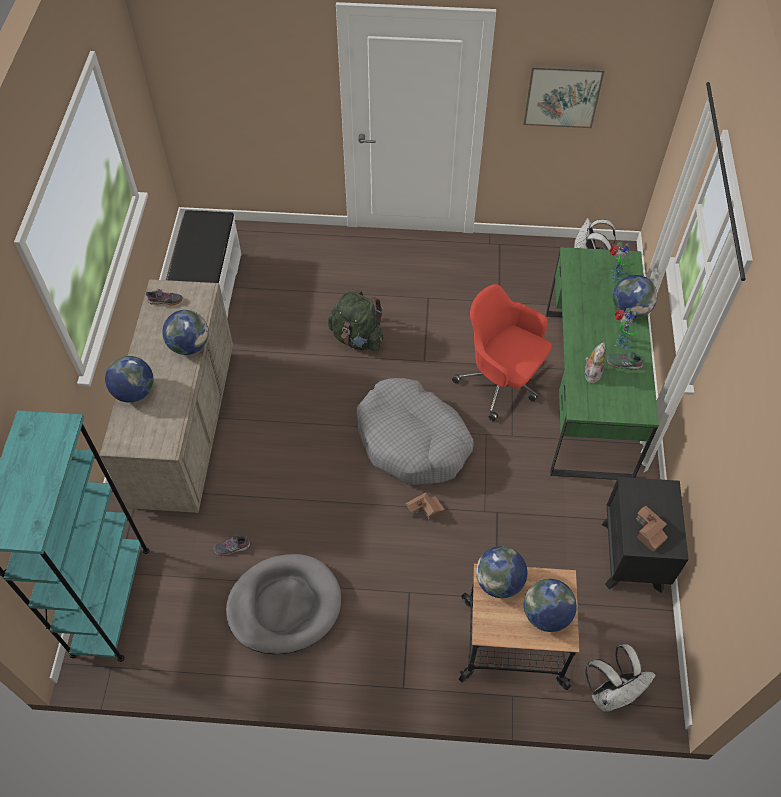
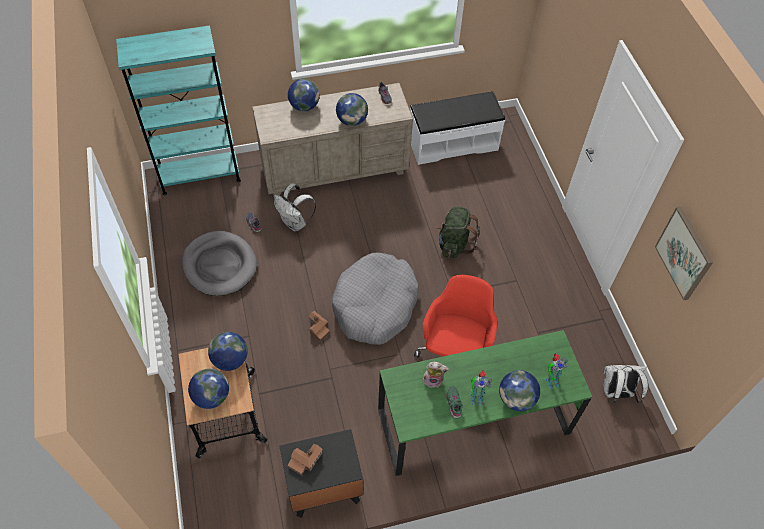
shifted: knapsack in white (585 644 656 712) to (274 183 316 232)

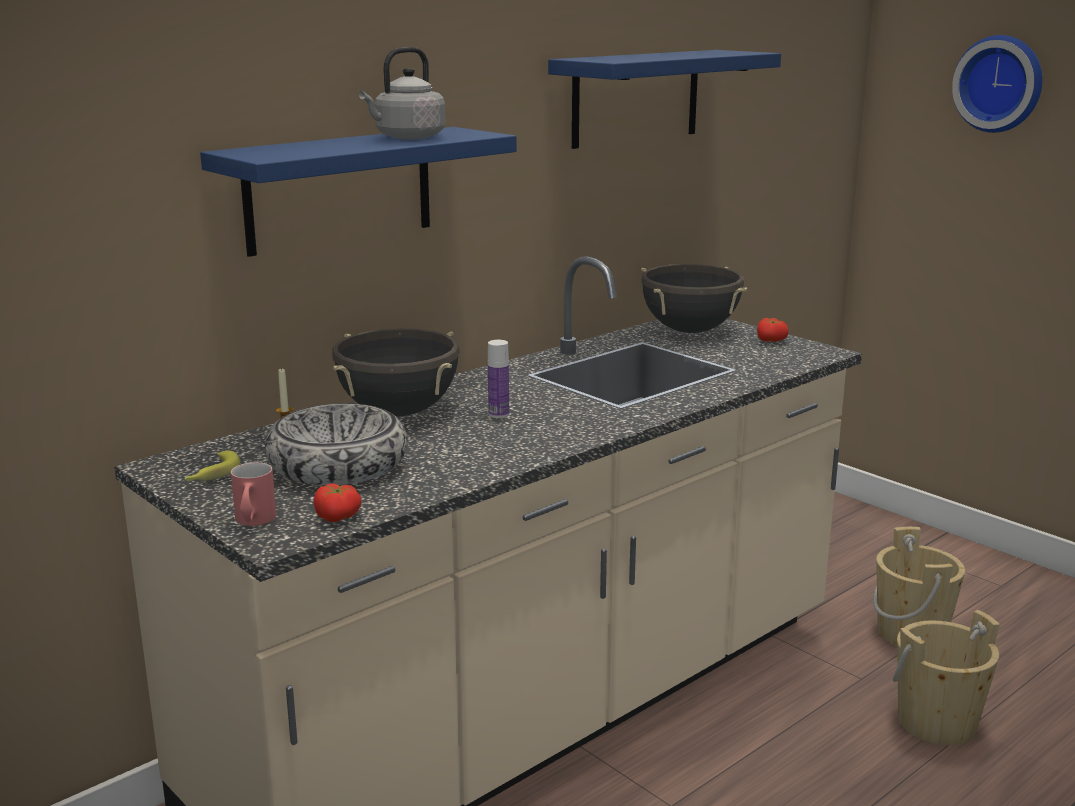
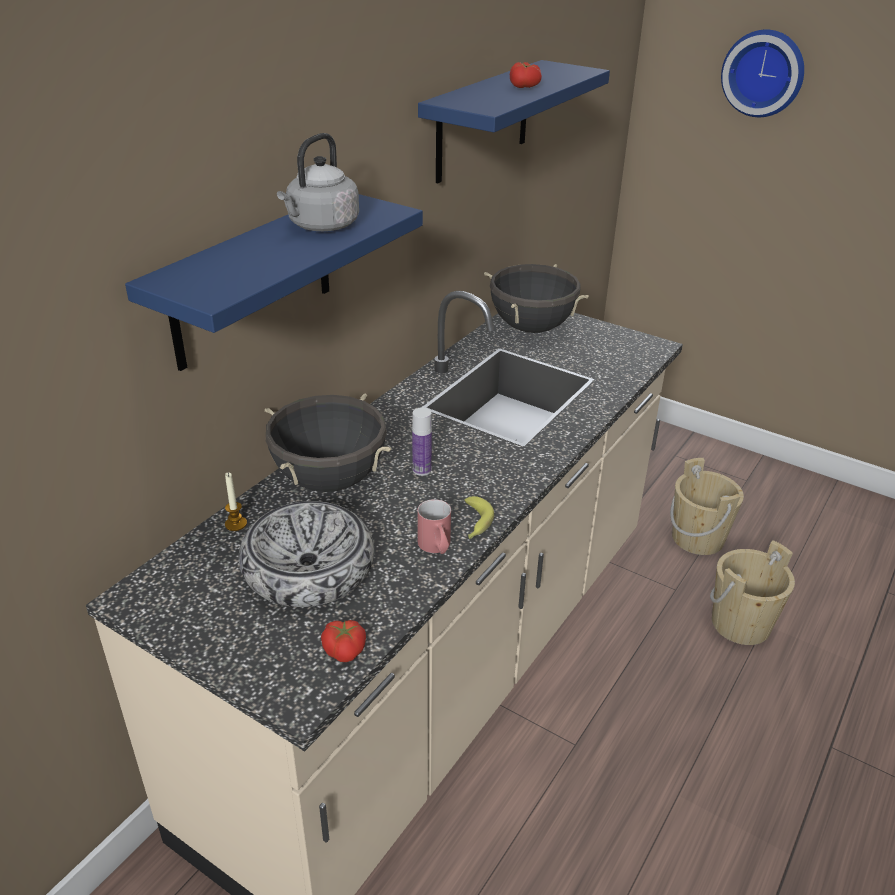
shifted: tomato (757 318 788 342) to (510 62 542 88); whole banana (184 451 241 481) to (464 496 494 539); coffee mug in reddish (231 462 276 526) to (417 499 451 554)

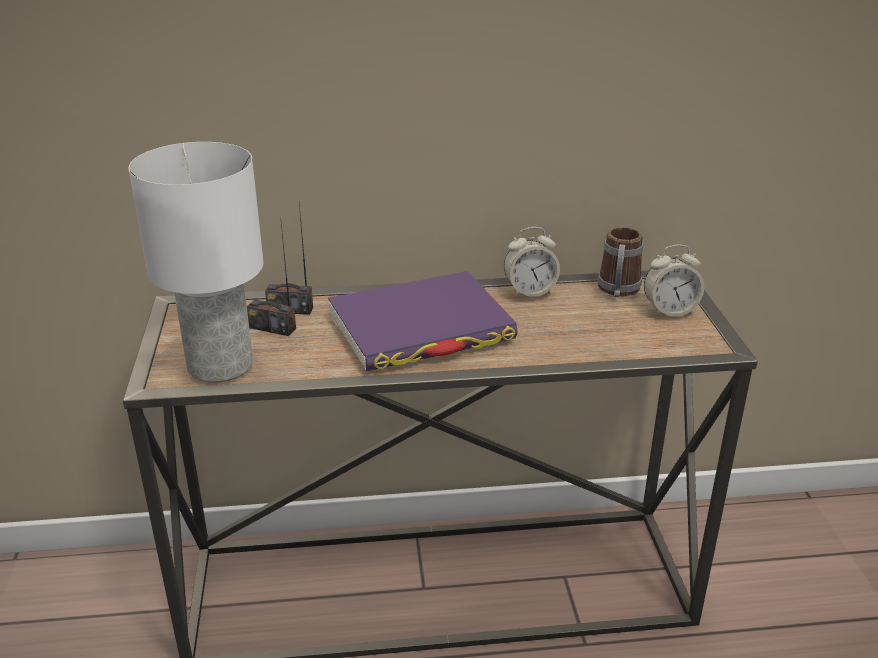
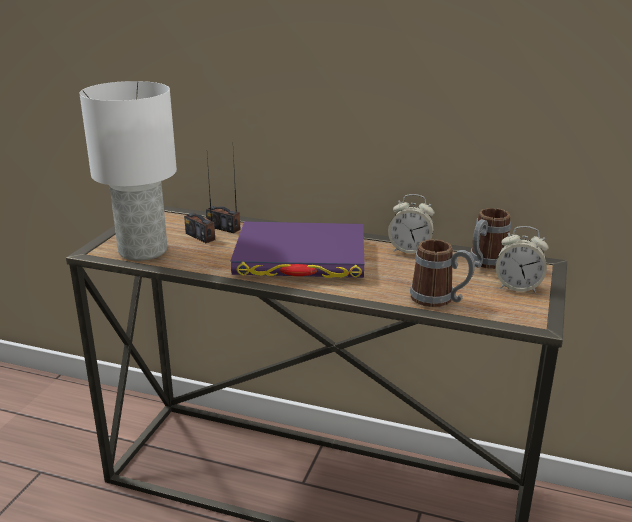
new: coffee mug (410 239 475 307)

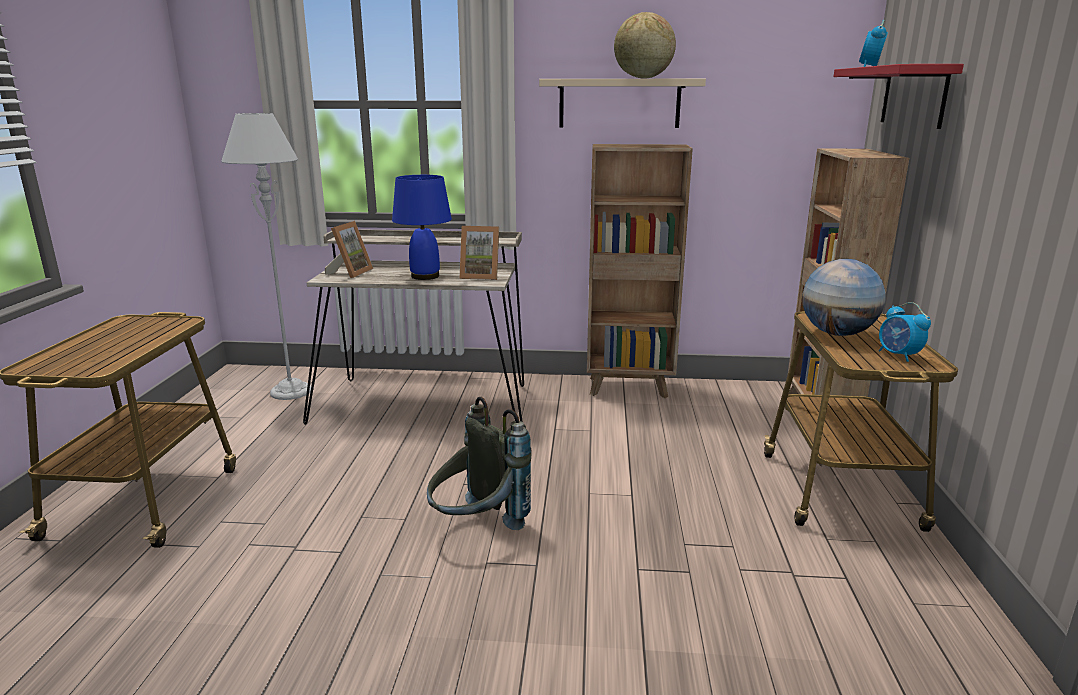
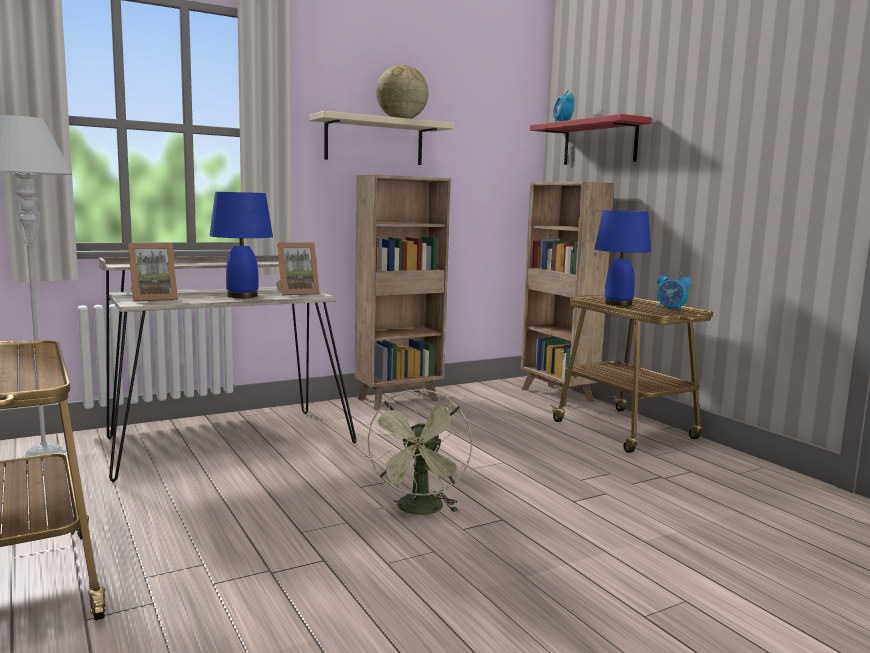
swapped: globe (802 259 886 336) to tabletop lamp in blue (595 210 651 306); knapsack in greyish (427 397 531 530) to cooling fan in green (366 389 472 515)
rotated: picture frame (325 221 373 278) = (128 243 178 302) 75 degrees clockwise

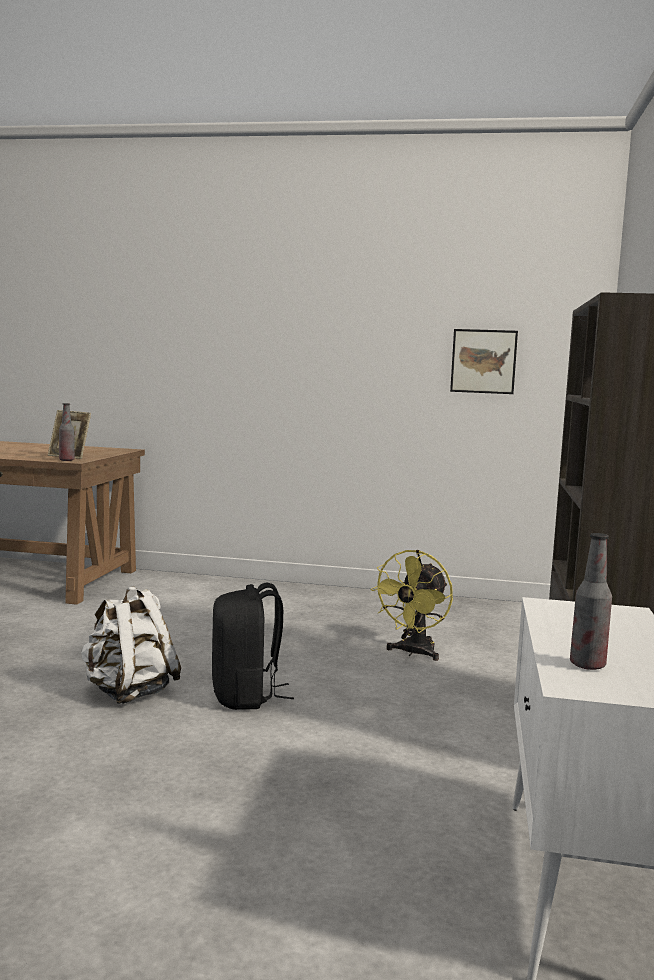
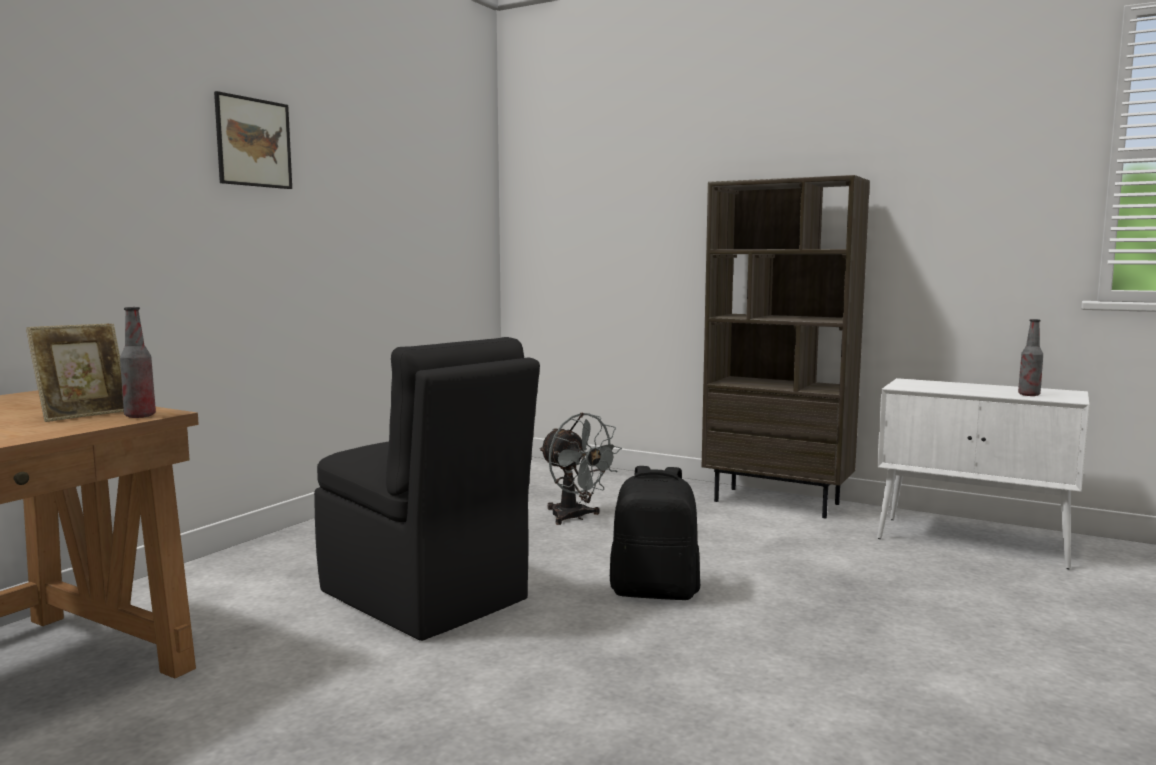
gone: knapsack in white (81 587 181 704)
new: upright chair in black (314 337 540 641)
shifted: wall picture (450 329 518 394) to (214 91 292 189)
repainted: cooling fan in yellowish (370 550 453 661) to cooling fan in greyish (539 413 622 525)

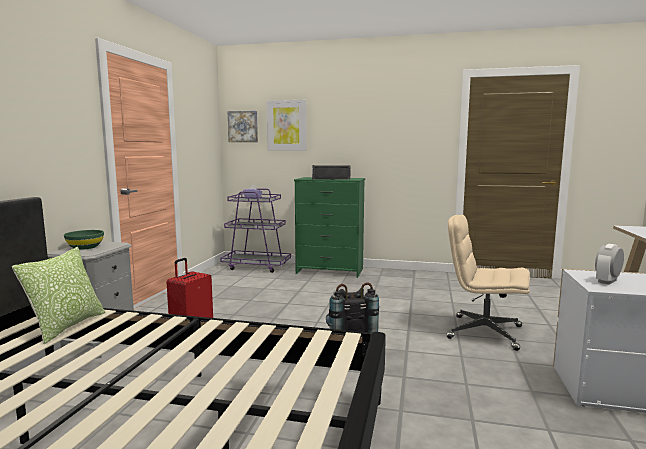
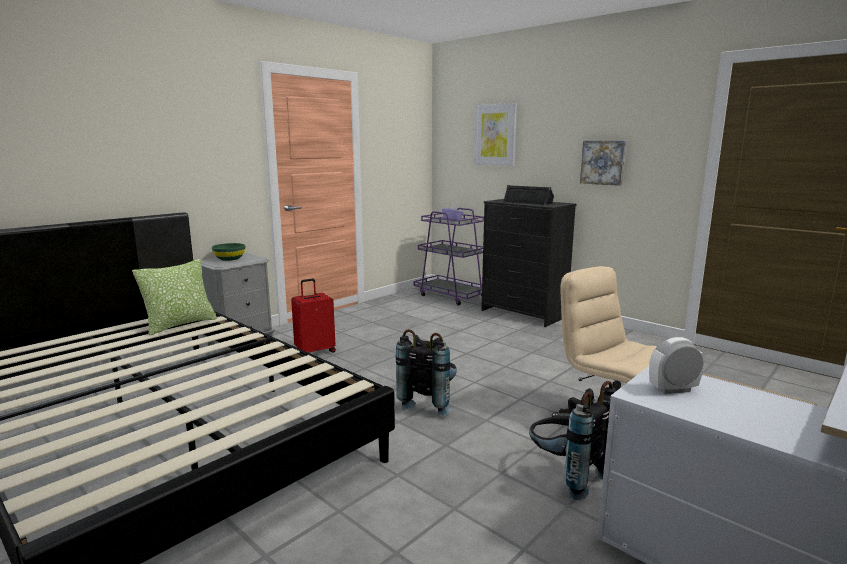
new: knapsack in black (529 381 616 500)
shifted: wall picture (228 111 258 142) to (580 141 626 186)
repainted: chest of drawers in green (294 177 365 278) to chest of drawers in black (481 199 577 327)

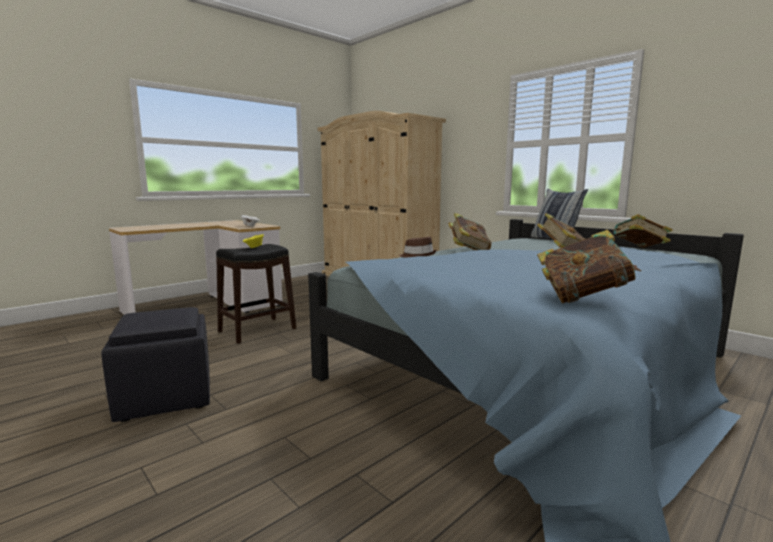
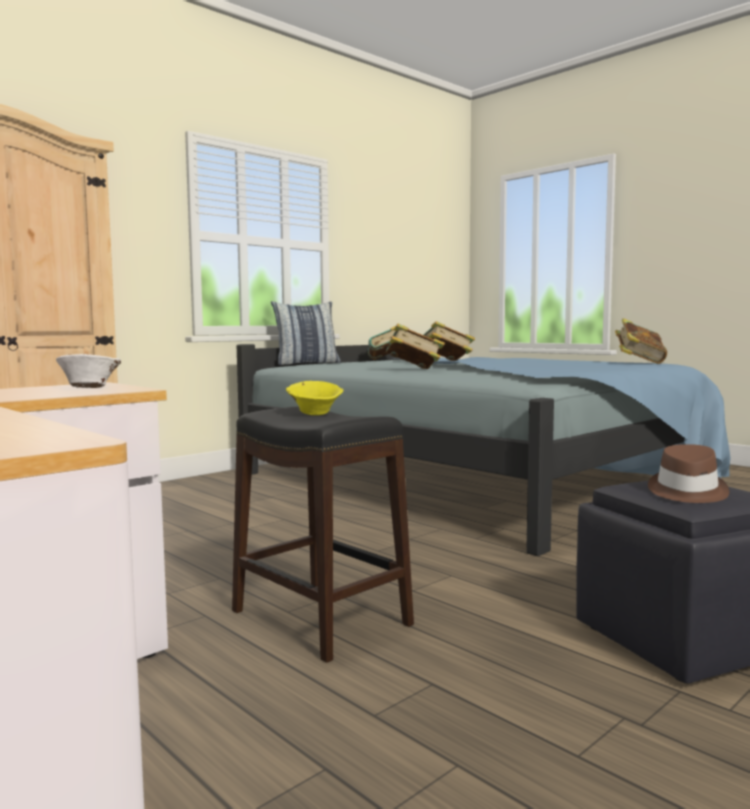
shifted: clothing hat in brownish (399 237 437 258) to (648 444 729 503)

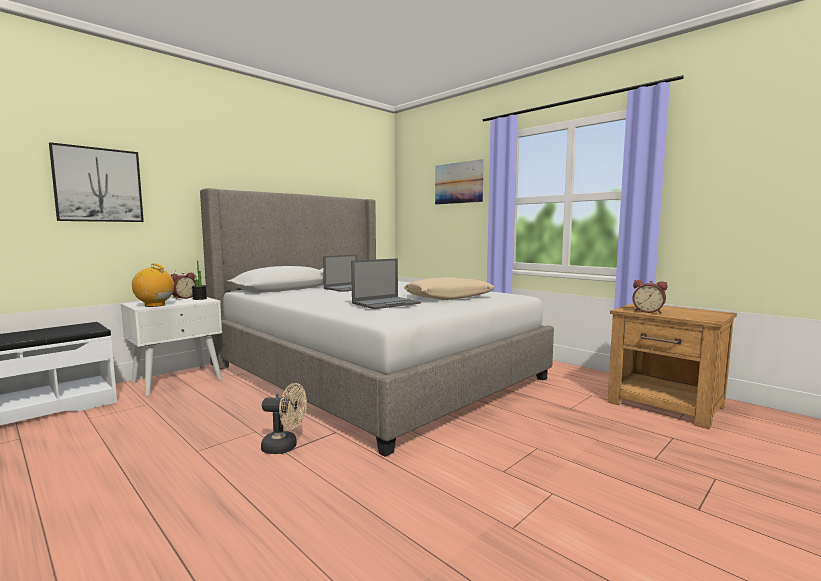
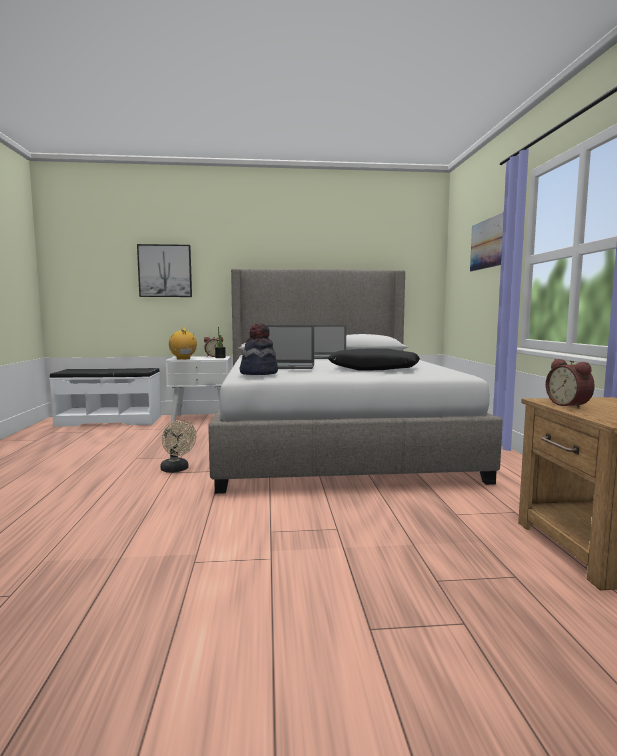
new: clothing hat (239 323 278 375)
repainted: pillow in beige-coloured (404 277 495 300) to pillow in black (328 348 420 371)

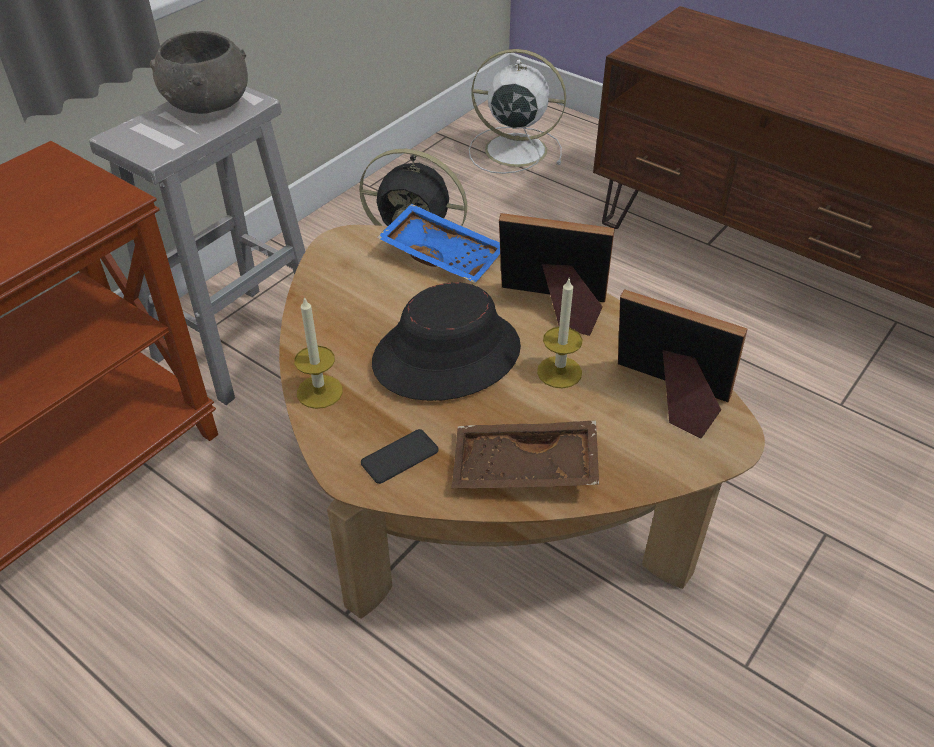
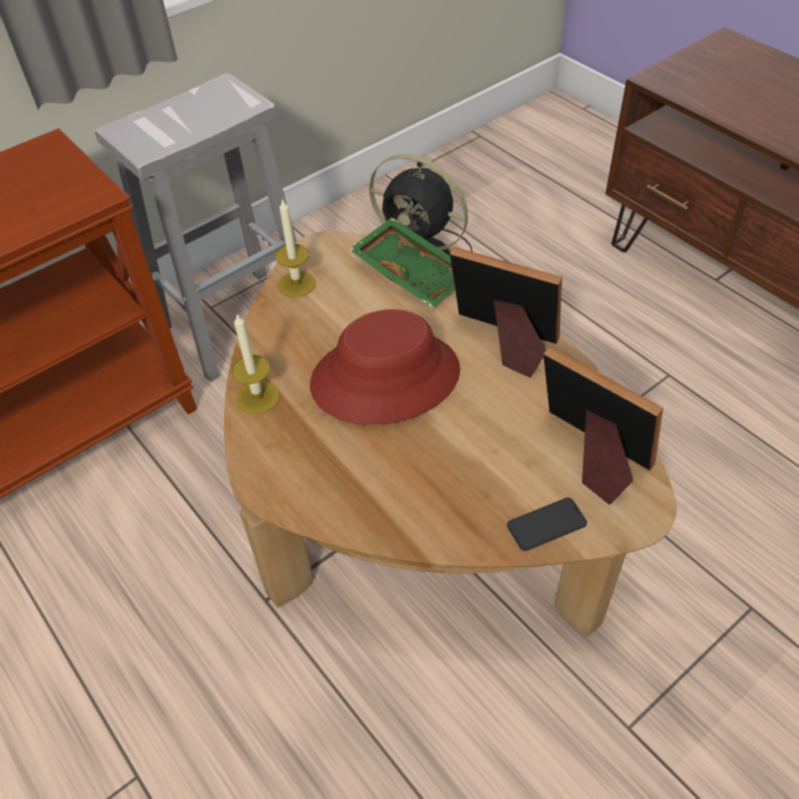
gone: bowl in greyish (150 31 248 114); cooling fan in white (469 49 566 174); carrying tray in brownish (451 420 599 488)
shifted: wax light (537 279 583 388) to (275 198 316 297); phone (361 429 439 484) to (507 498 587 551)
repainted: carrying tray in blue (377 204 500 283) to carrying tray in green (349 217 455 308); clothing hat in black (372 282 521 401) to clothing hat in reddish (310 309 460 425)

